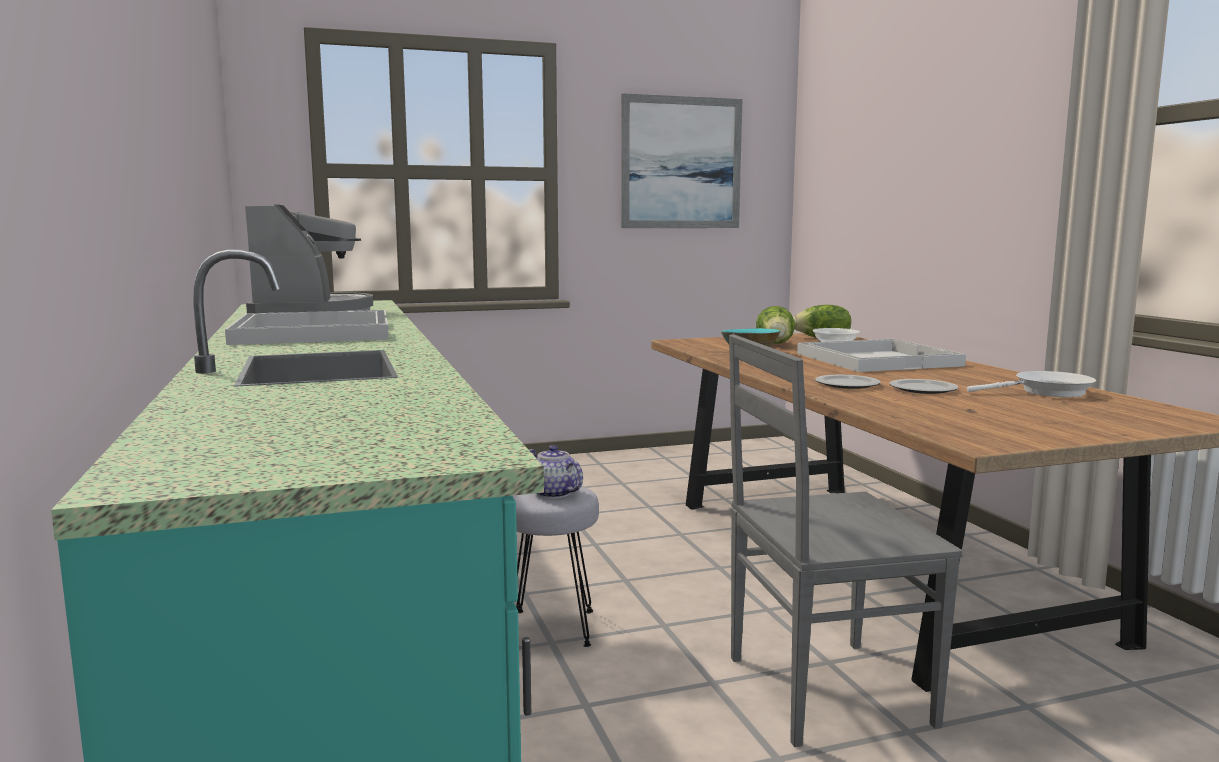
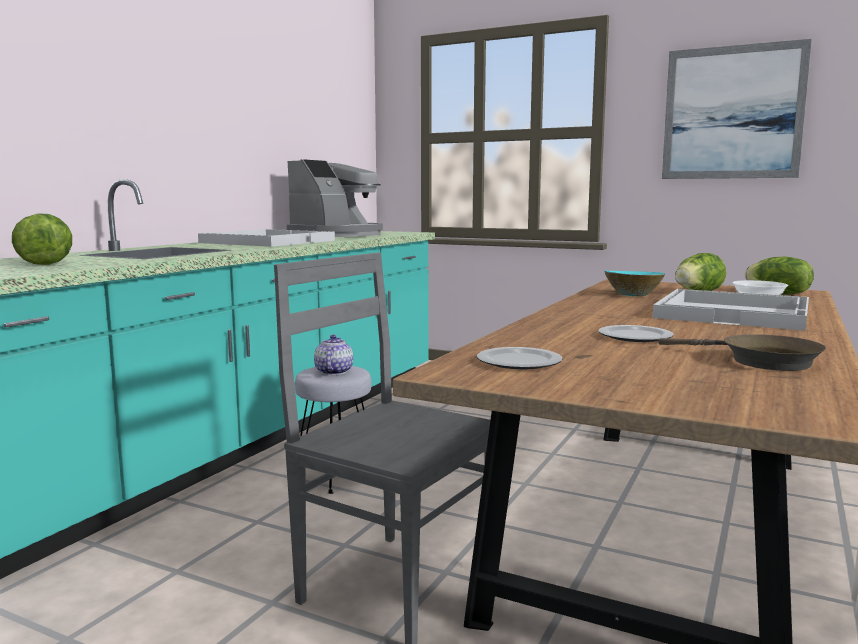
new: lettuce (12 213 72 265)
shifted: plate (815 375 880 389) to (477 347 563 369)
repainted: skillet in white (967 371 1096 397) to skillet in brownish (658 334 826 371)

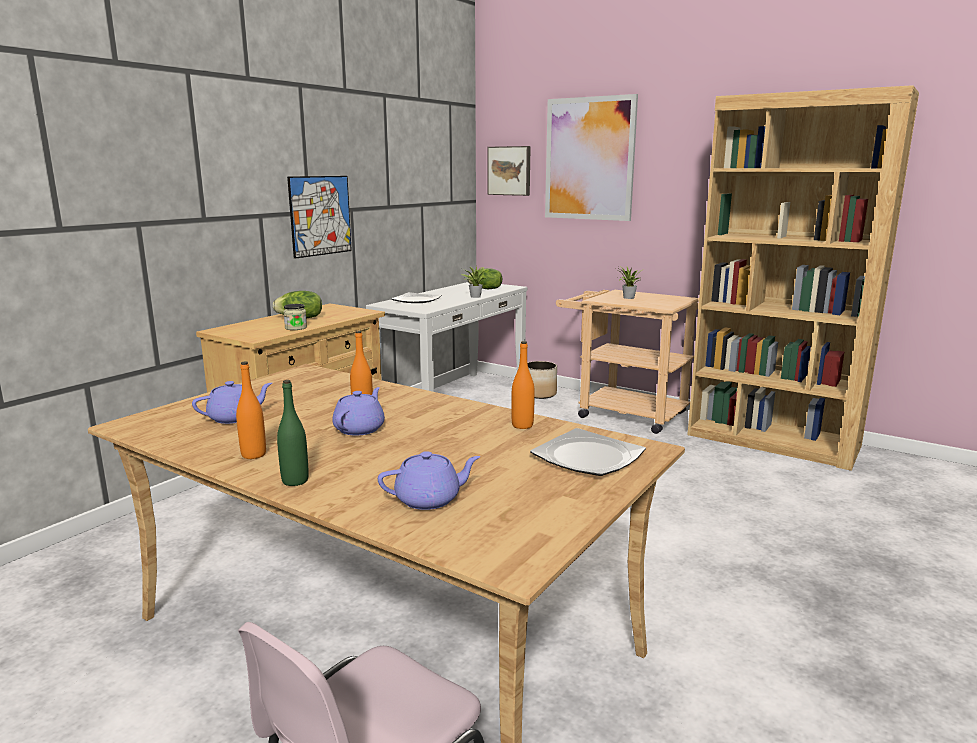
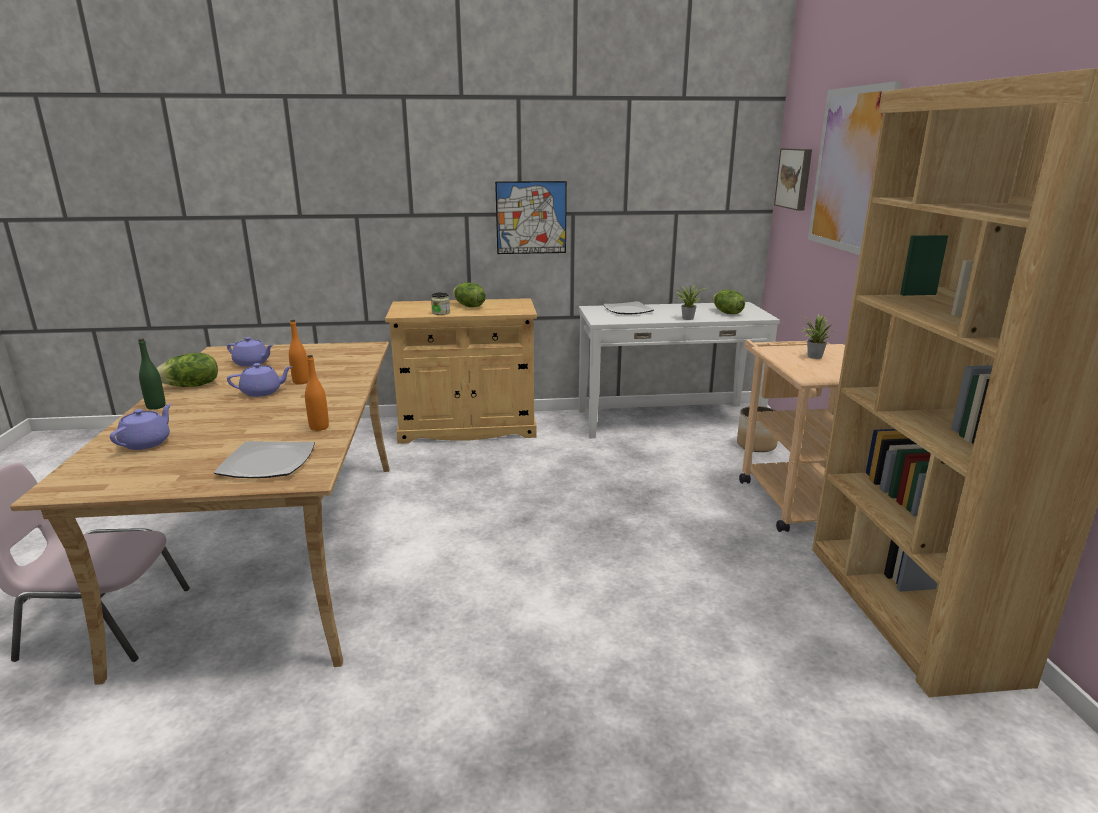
swapped: drink bottle in orange (236 361 266 459) to lettuce (157 353 218 387)
rotated: teapot in purple-coloured (378 451 480 510) = (110 404 172 450) 105 degrees counterclockwise

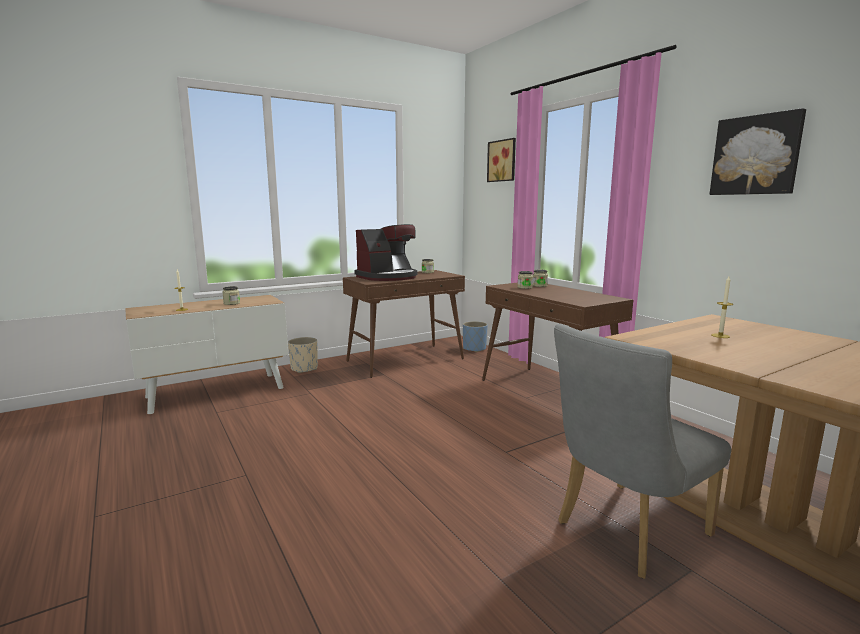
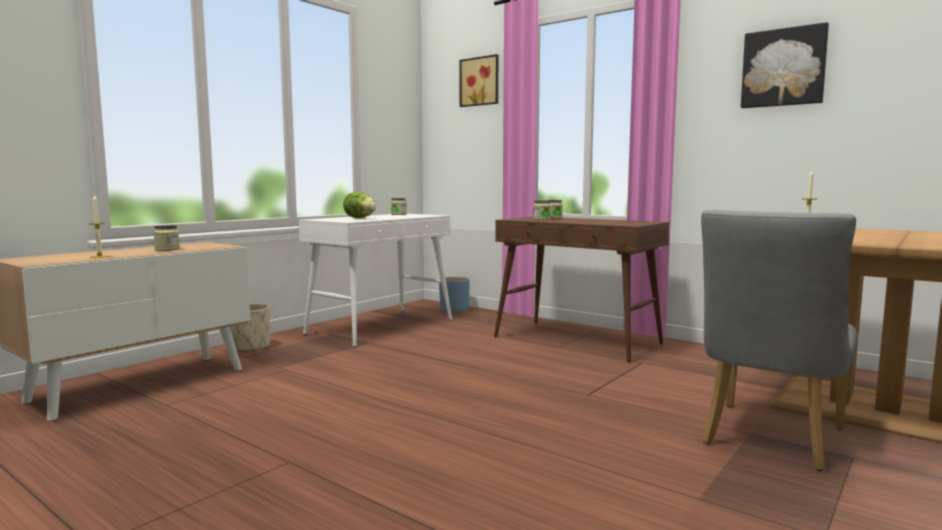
swapped: coffee machine (354 224 417 281) to lettuce (343 192 376 218)
repainted: hall table in brownish (343 270 465 378) to hall table in white (299 214 452 347)

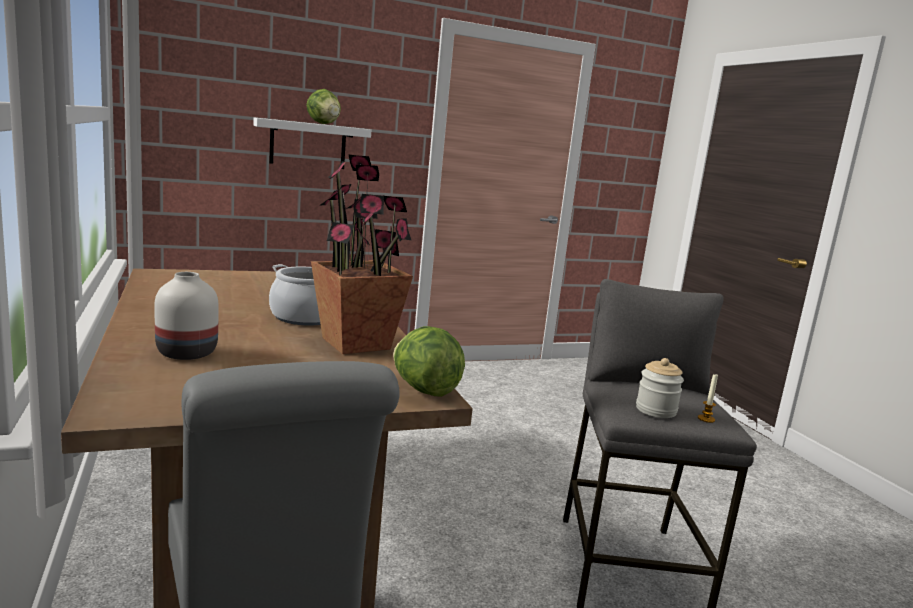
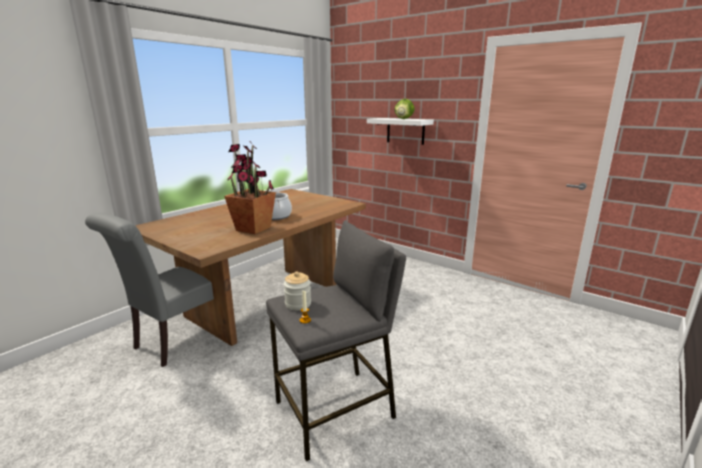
gone: decorative vase in white (154 272 219 360); lettuce (393 326 465 397)

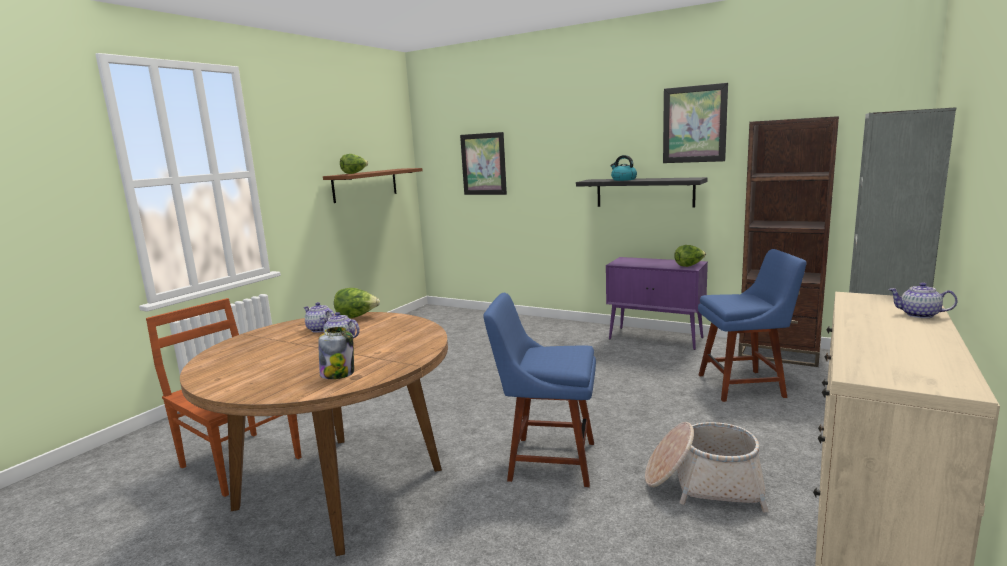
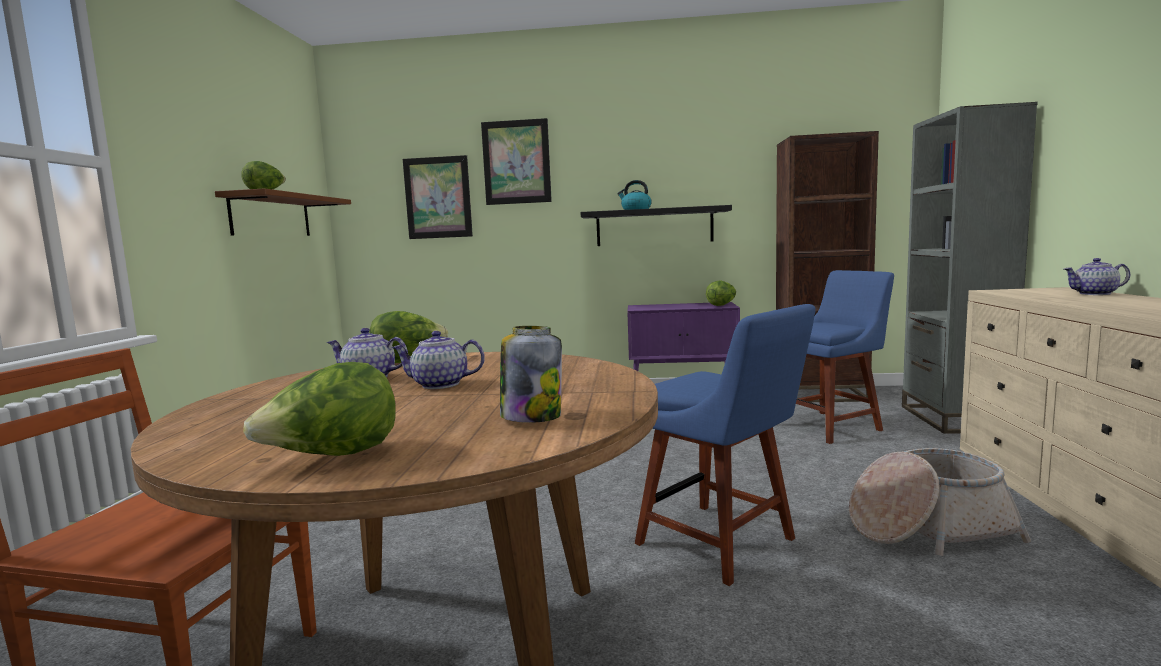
new: lettuce (243 362 396 456)
shifted: wall picture (663 83 728 163) to (481 118 552 205)
rotated: upright chair in blue (483 293 596 487) = (635 304 816 586) 120 degrees counterclockwise

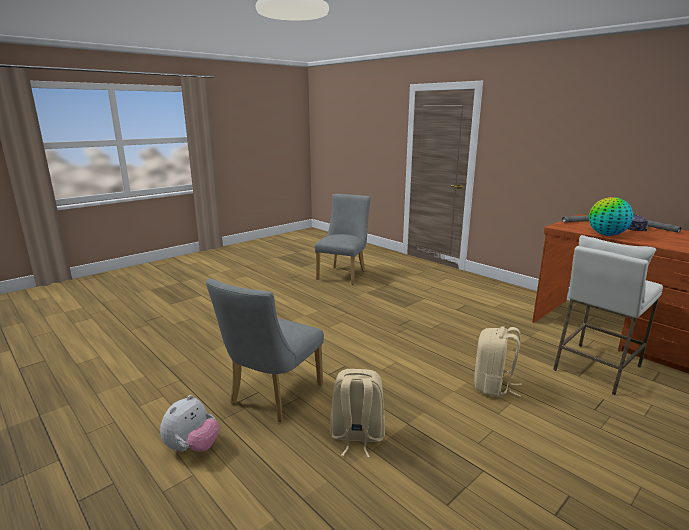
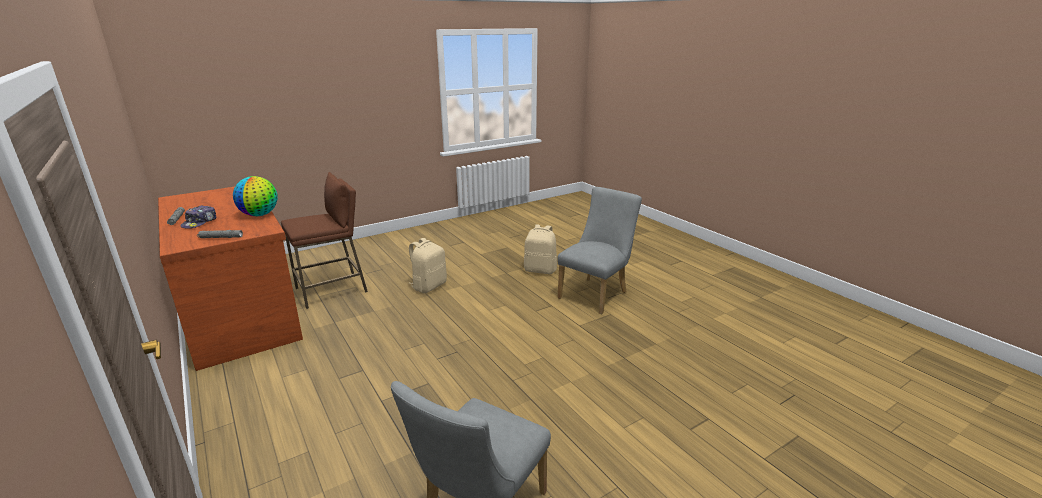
gone: soft toy (160 395 220 452)
repainted: stool in white (553 235 663 395) to stool in brownish (281 172 368 309)

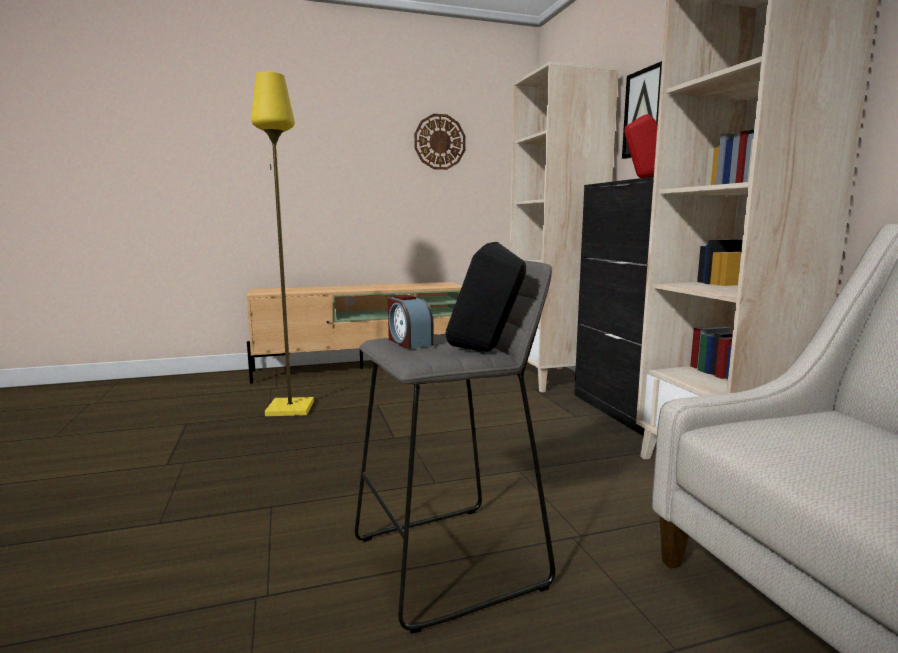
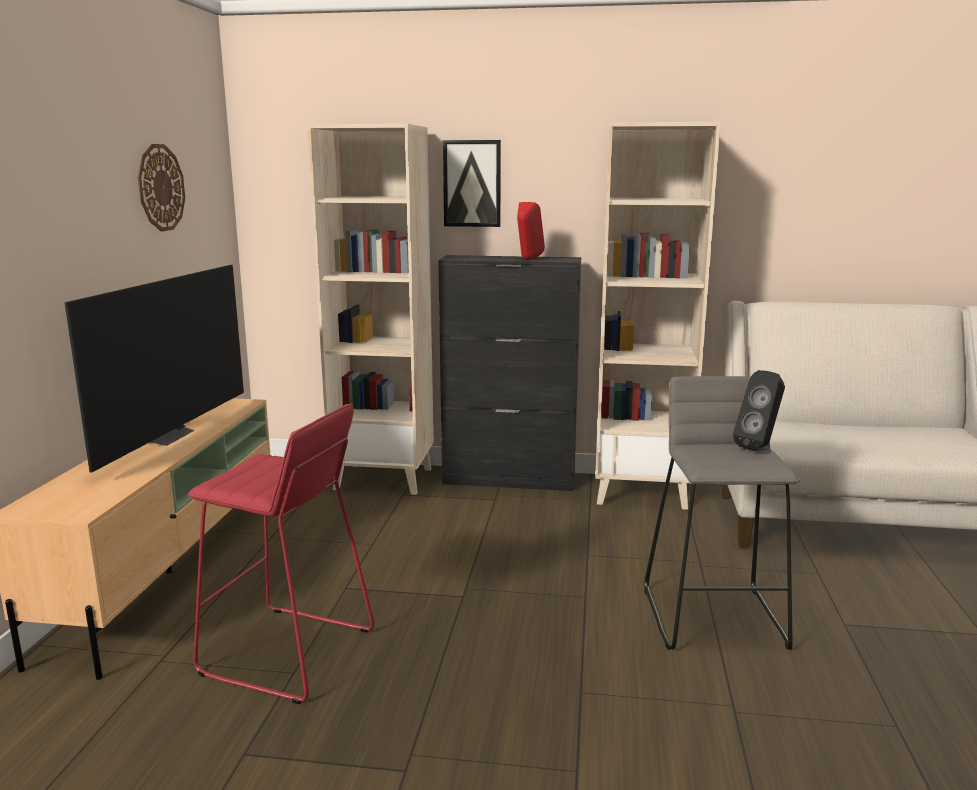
gone: alarm clock (388 294 434 349)
new: TV (65 265 244 473)
swapped: standing lamp in yellowish (251 72 314 416) to stool in reddish (188 404 374 704)

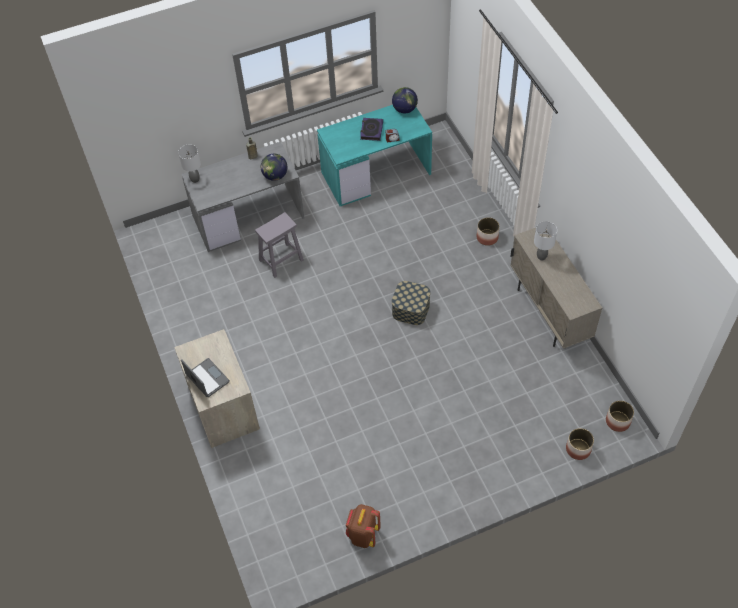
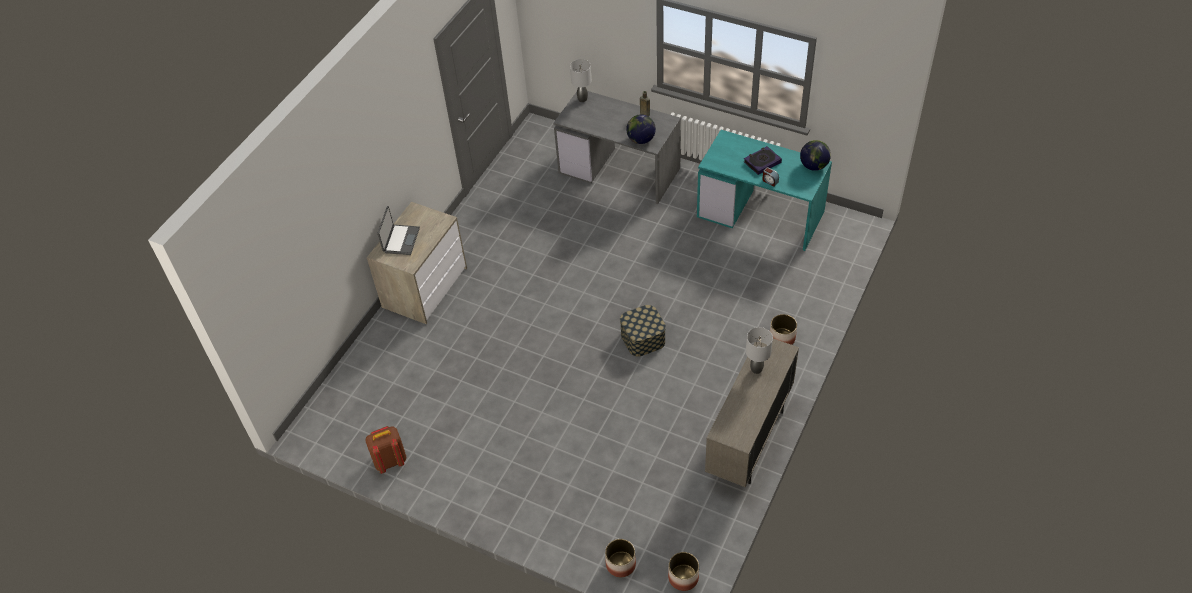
gone: stool in greyish (255 212 304 278)

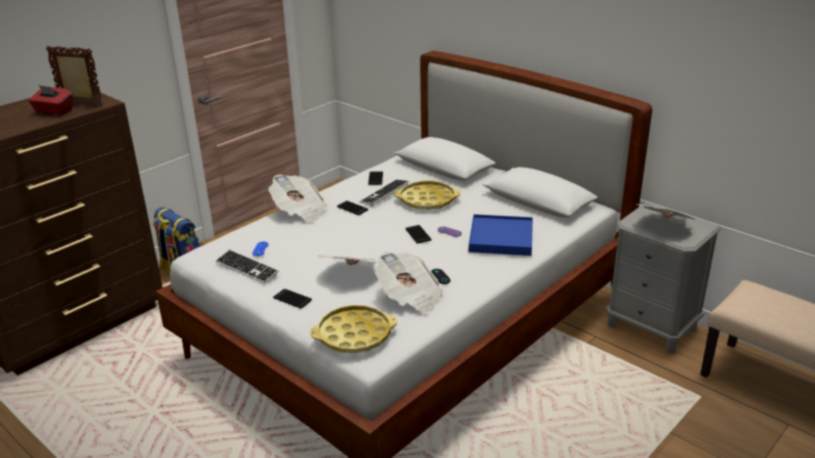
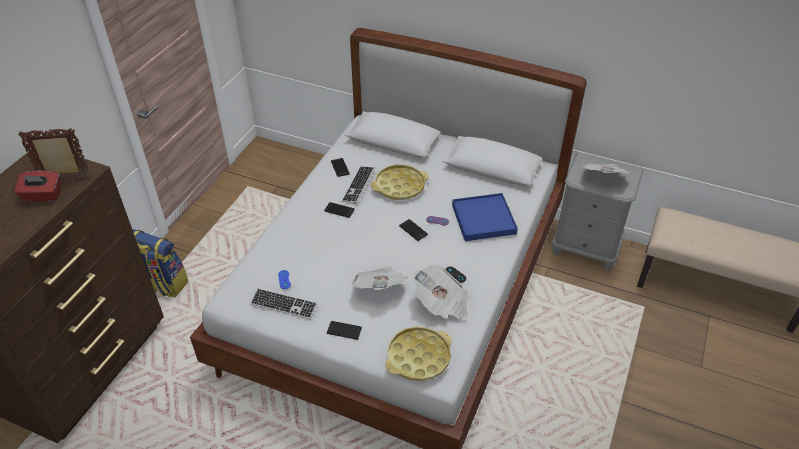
gone: printed paper (268 174 328 223)

